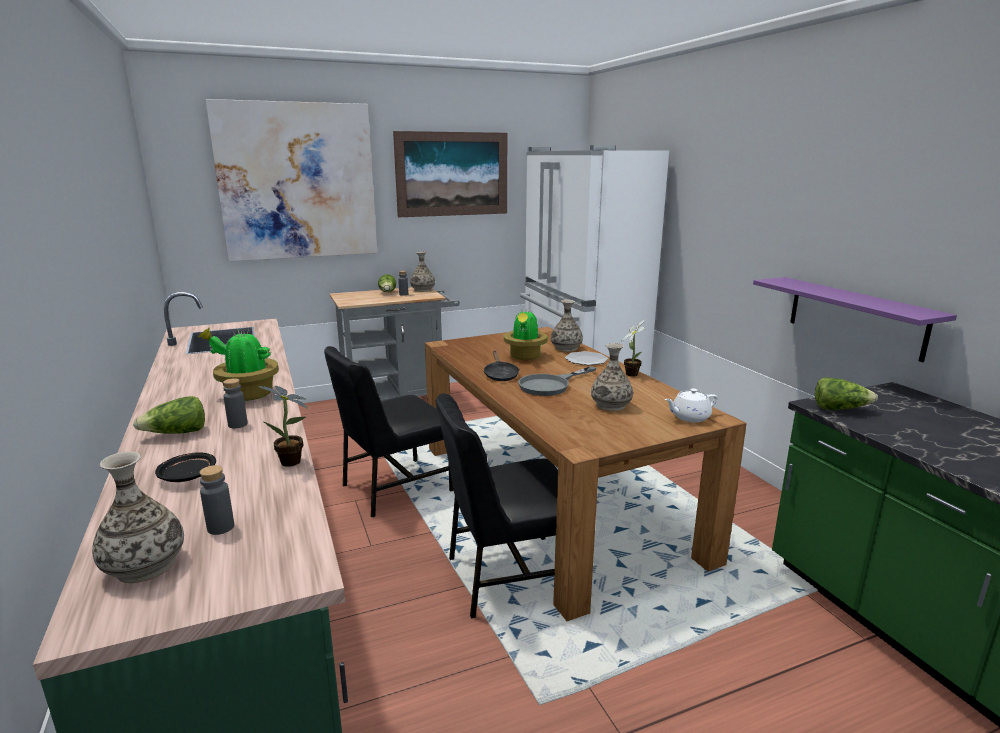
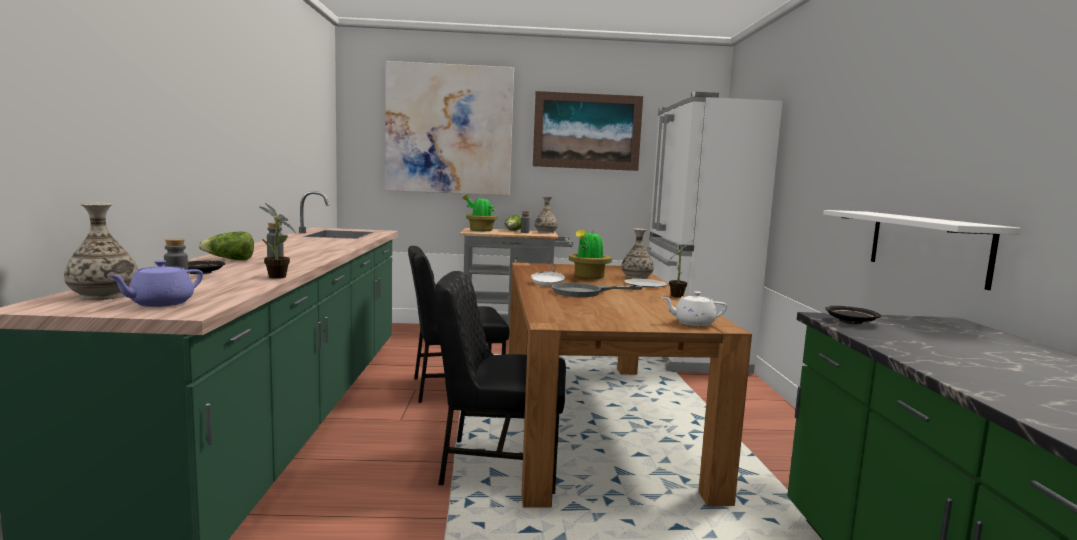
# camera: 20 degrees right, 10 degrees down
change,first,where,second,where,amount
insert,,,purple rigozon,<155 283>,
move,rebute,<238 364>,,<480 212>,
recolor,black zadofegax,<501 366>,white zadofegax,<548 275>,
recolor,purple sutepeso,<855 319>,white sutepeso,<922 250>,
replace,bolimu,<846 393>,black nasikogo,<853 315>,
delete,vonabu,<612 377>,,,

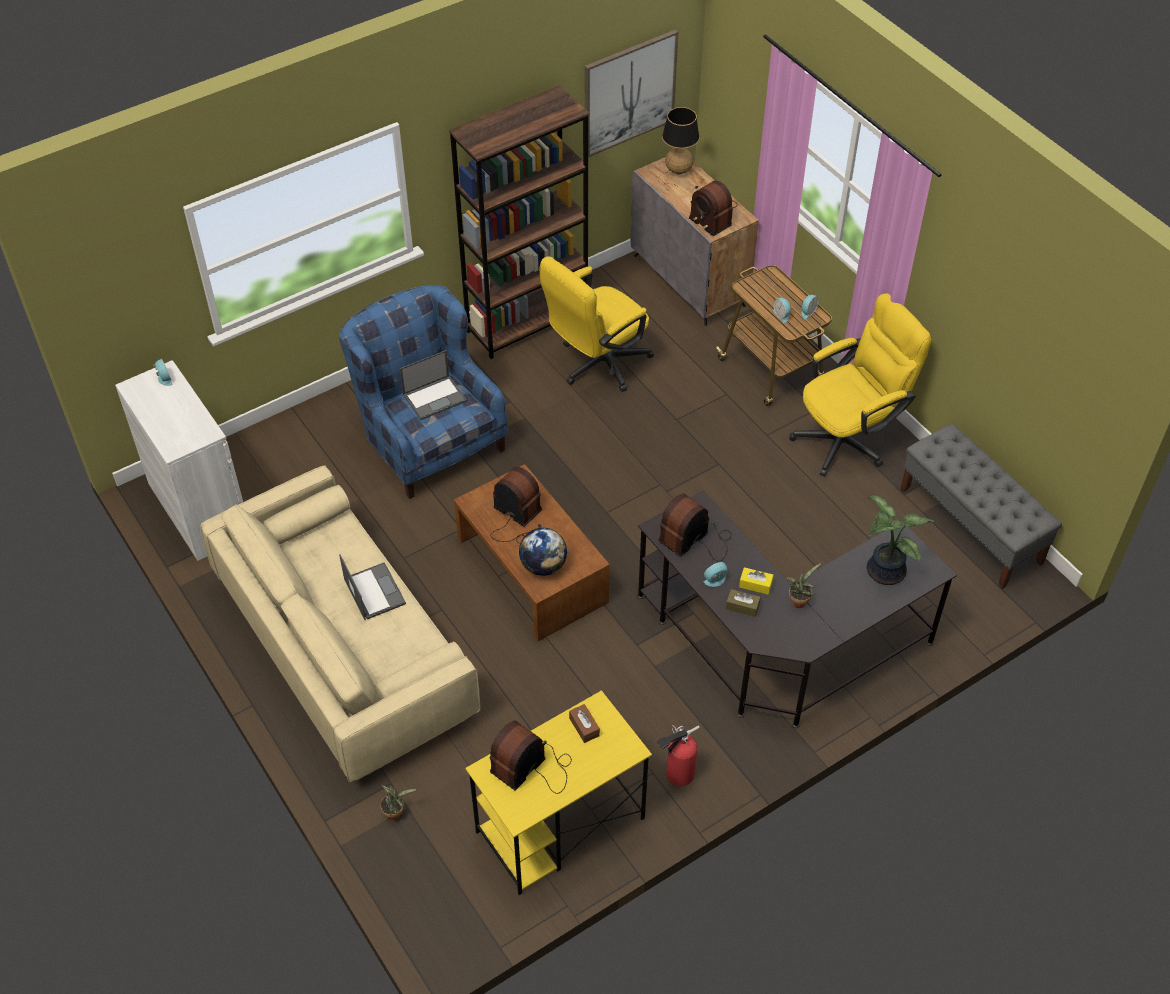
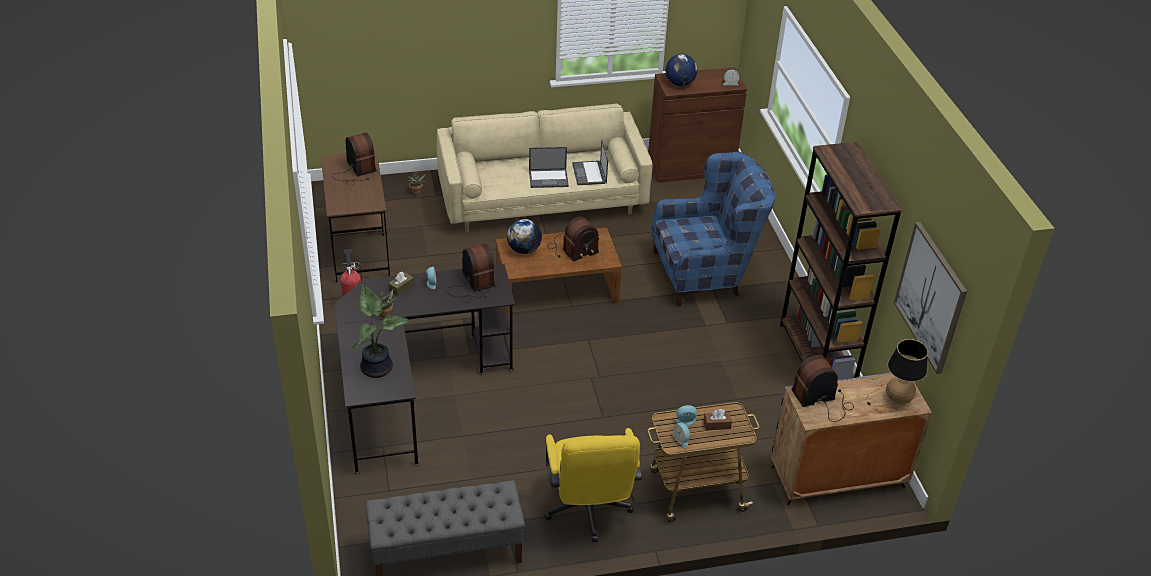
# camera: 110 degrees right, 10 degrees down
change,first,where,second,where,amount
recolor,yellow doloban,<558 792>,brown doloban,<355 216>,
move,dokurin,<433 385>,,<590 162>,
recolor,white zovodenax,<179 460>,brown zovodenax,<697 125>,
insert,,,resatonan,<681 70>,
move,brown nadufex,<584 723>,,<717 419>,
delete,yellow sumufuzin,<596 324>,,,
delete,yellow nadufex,<756 581>,,,

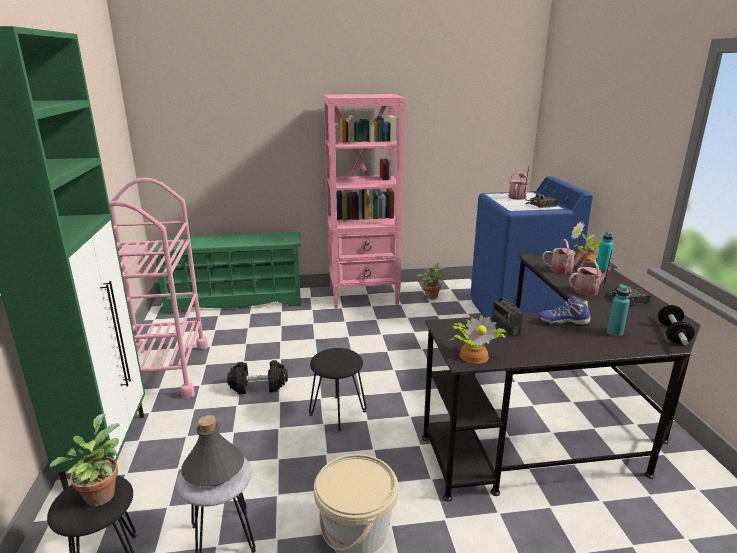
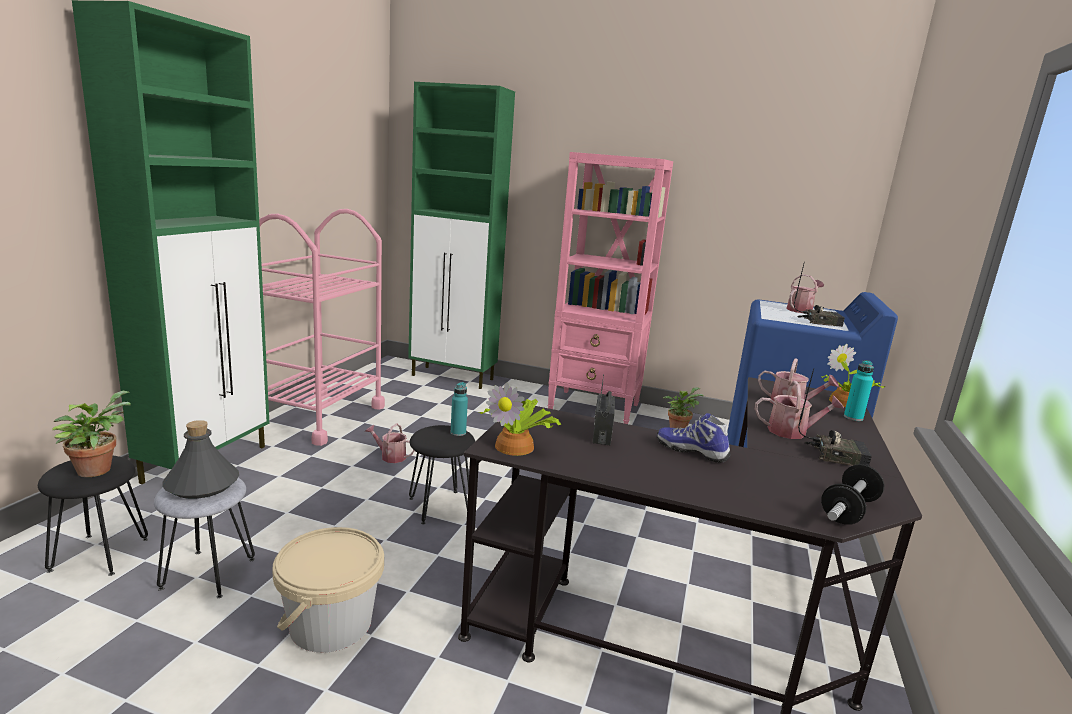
# camera: 25 degrees right, 5 degrees down
change,first,where,second,where,amount
replace,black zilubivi,<257 377>,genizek,<389 443>,
replace,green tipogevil,<226 273>,green zovodenax,<461 235>,
move,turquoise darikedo,<618 310>,,<459 409>,

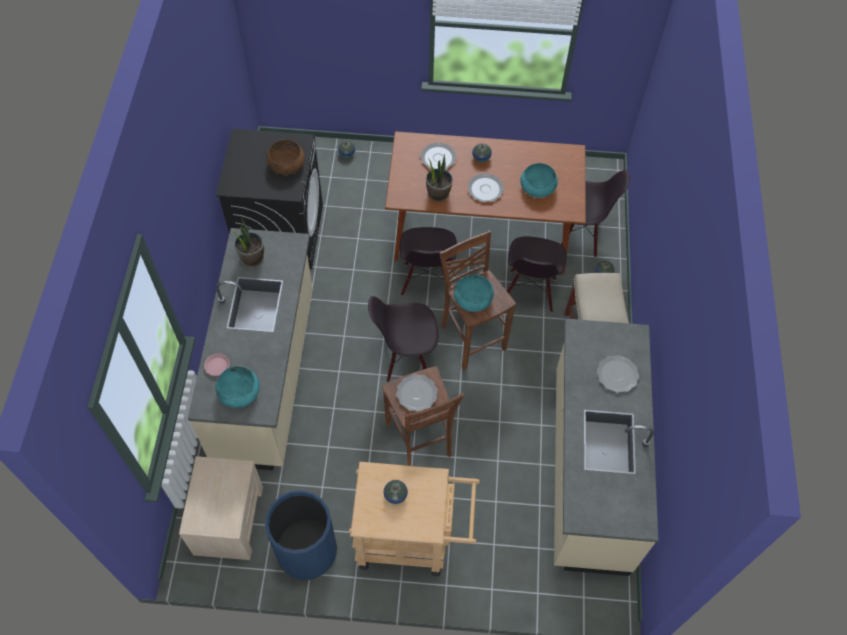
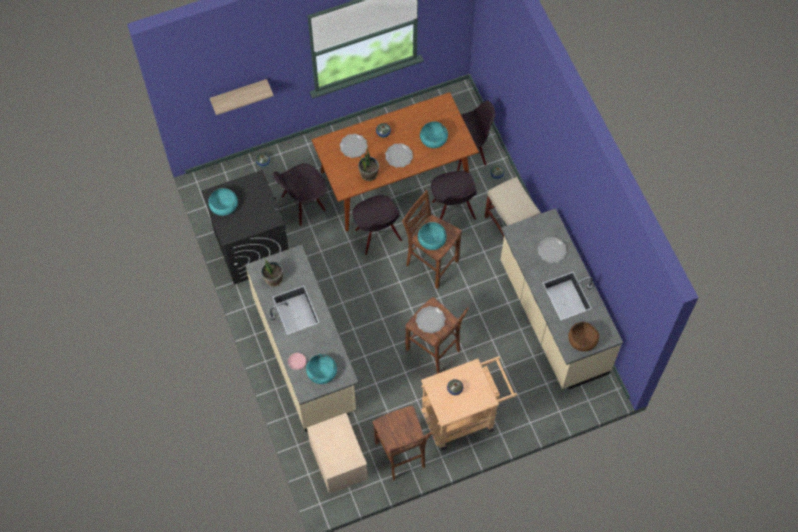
# camera: 25 degrees left, 5 degrees up
change,first,where,second,where,amount
insert,,,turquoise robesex,<223 202>,
insert,,,sutepeso,<242 97>,
move,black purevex,<403 339>,,<300 195>,
replace,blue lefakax,<301 535>,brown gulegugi,<402 443>,
move,brown robesex,<286 157>,,<583 337>,

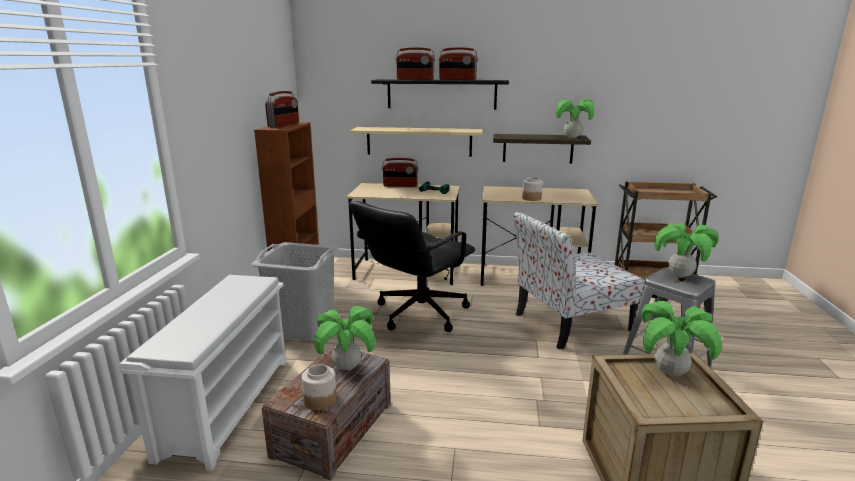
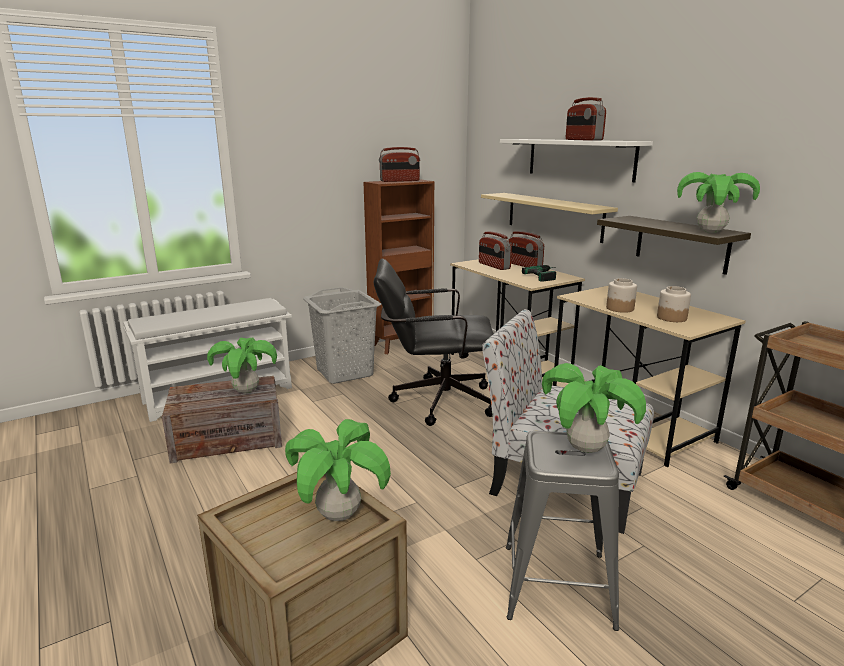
# camera: 50 degrees right, 0 degrees up
change,first,where,second,where,amount
move,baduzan,<415 64>,,<495 251>,
recolor,black sutepeso,<440 94>,white sutepeso,<576 160>,
move,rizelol,<319 387>,,<674 304>,

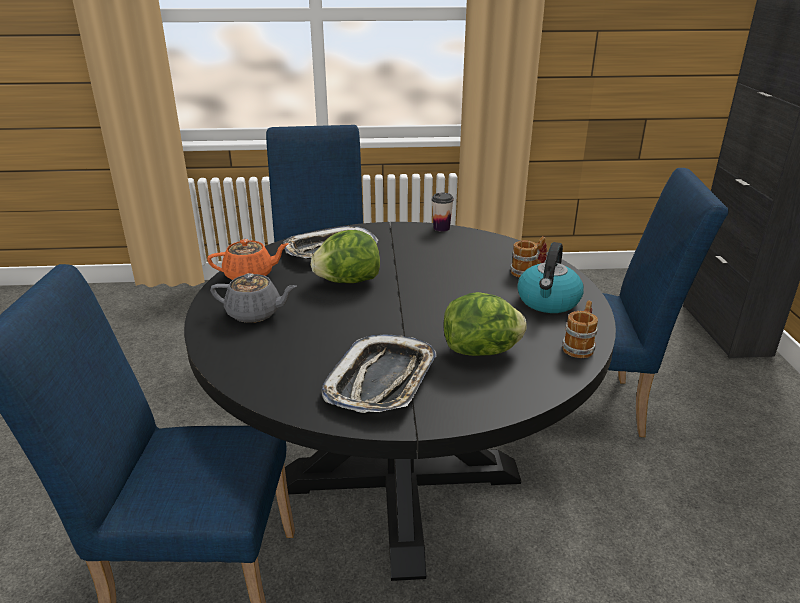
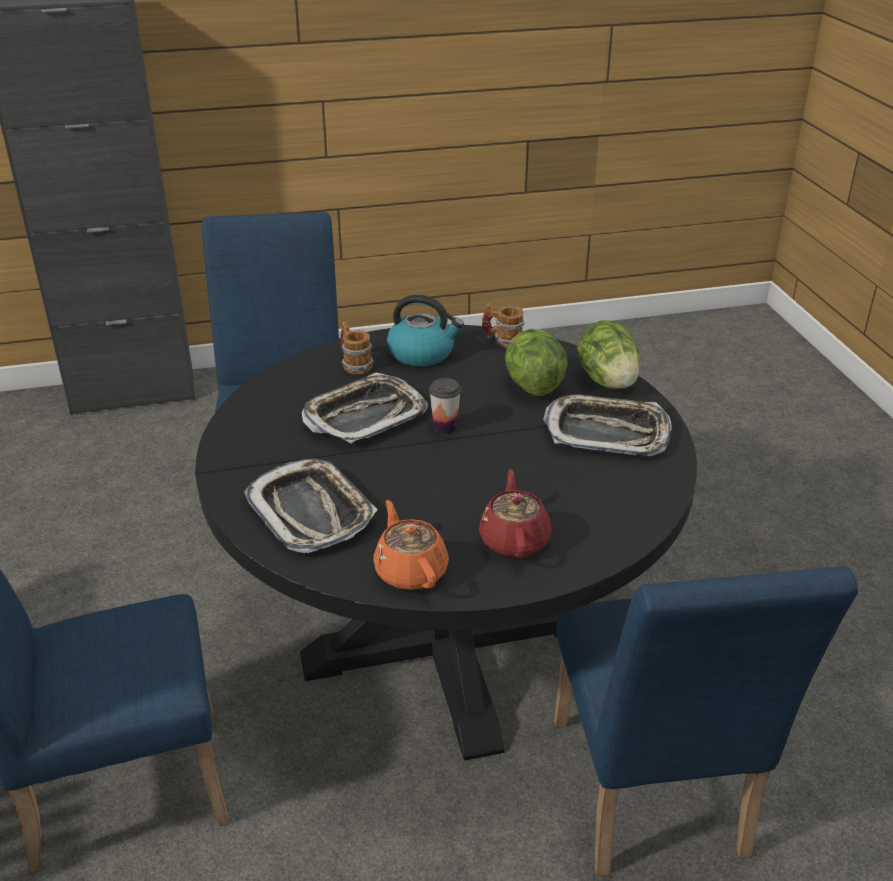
# camera: 100 degrees left, 5 degrees up
change,first,where,second,where,amount
insert,,,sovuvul,<365 407>,
move,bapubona,<443 212>,,<445 406>,
recolor,grey rigozon,<253 298>,red rigozon,<515 513>,
move,bolimu,<345 256>,,<608 354>,

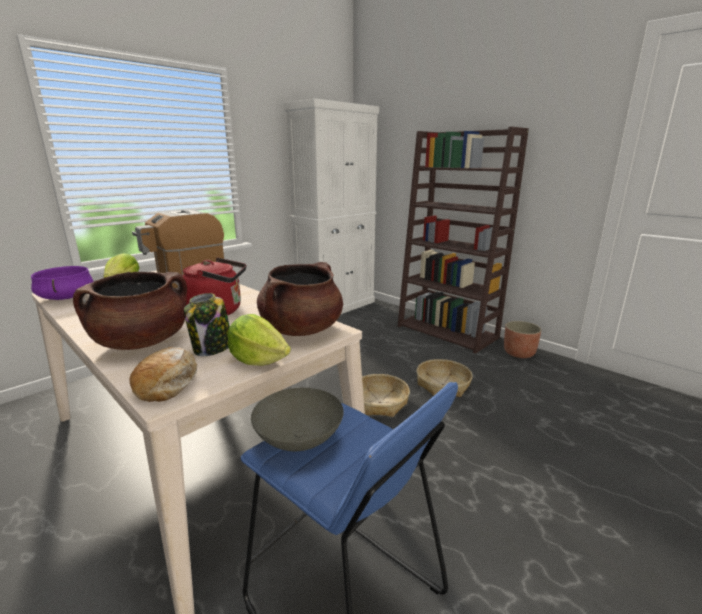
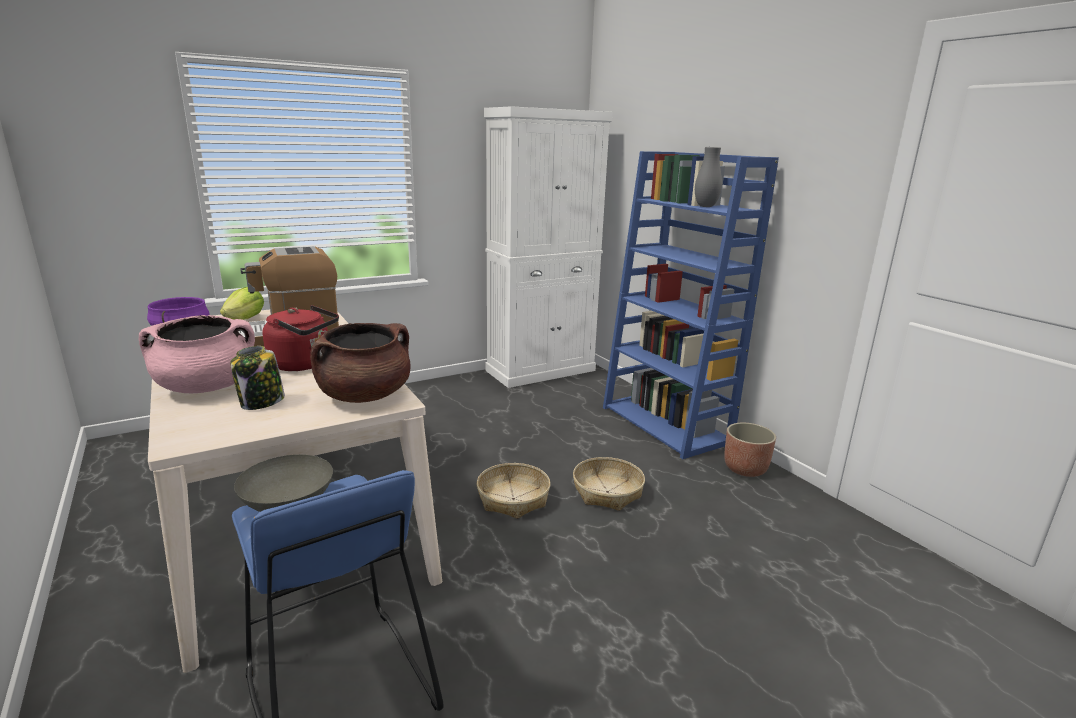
# camera: 15 degrees right, 0 degrees up
change,first,where,second,where,amount
recolor,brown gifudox,<130 311>,pink gifudox,<196 354>,
recolor,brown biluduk,<463 240>,blue biluduk,<691 305>,
insert,,,grey vonabu,<708 177>,
delete,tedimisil,<163 374>,,,
delete,bolimu,<259 340>,,,

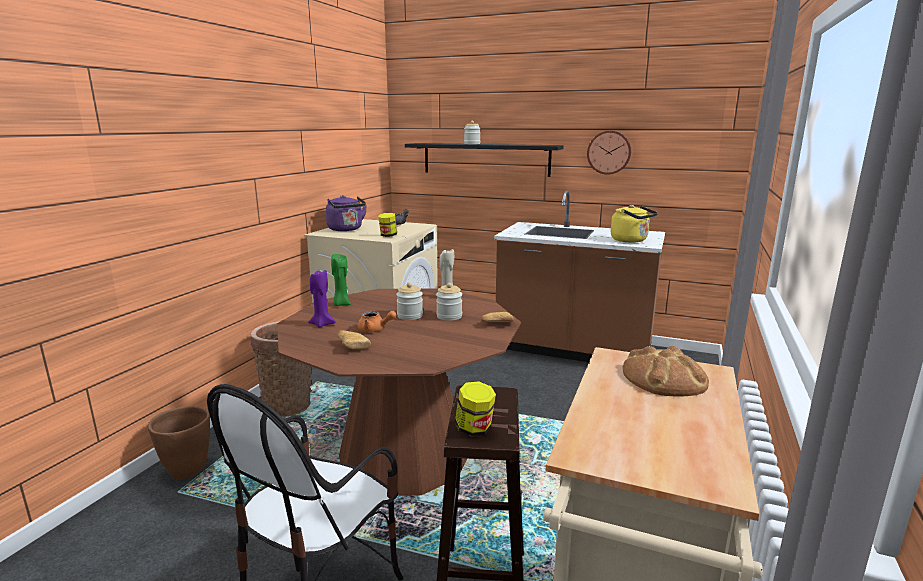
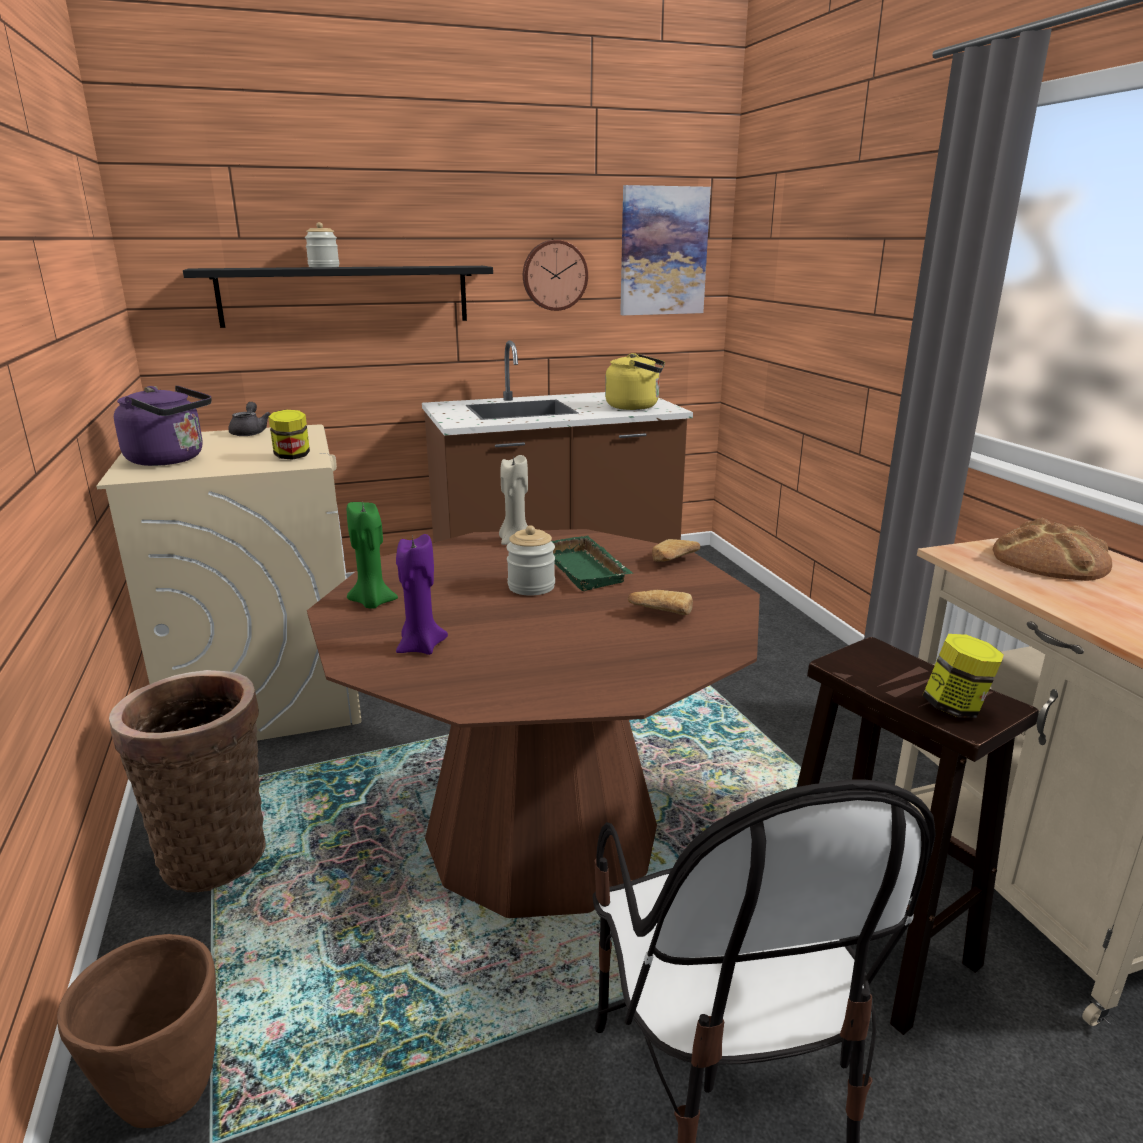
# camera: 40 degrees left, 5 degrees up
change,first,where,second,where,amount
replace,rizelol,<449 302>,green sovuvul,<592 563>,
insert,,,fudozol,<665 250>,
move,tedimisil,<354 339>,,<660 602>,
delete,orange rigozon,<377 321>,,,

